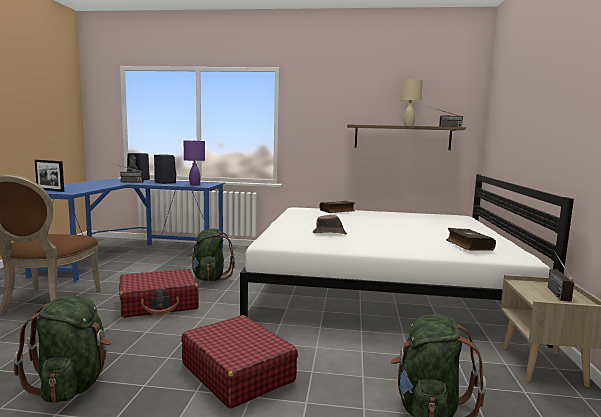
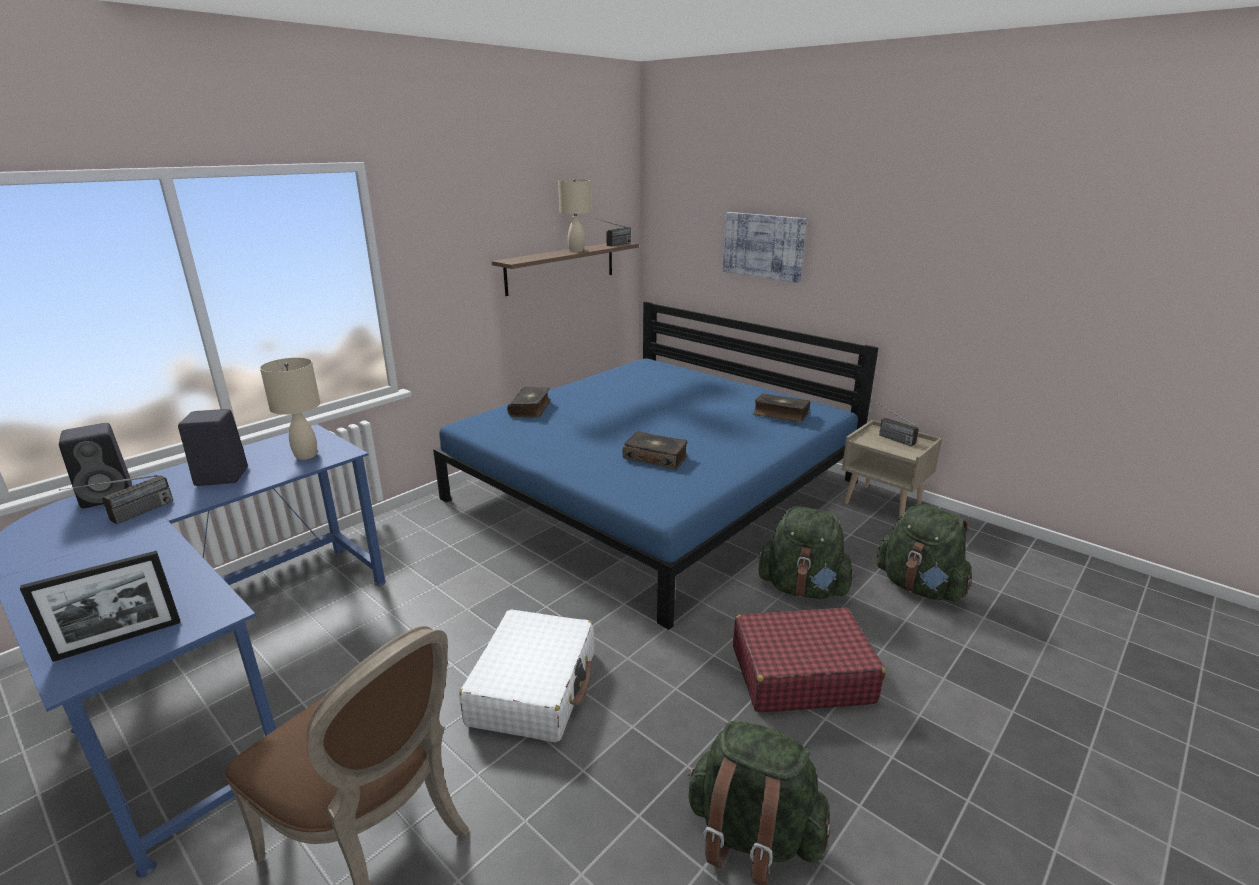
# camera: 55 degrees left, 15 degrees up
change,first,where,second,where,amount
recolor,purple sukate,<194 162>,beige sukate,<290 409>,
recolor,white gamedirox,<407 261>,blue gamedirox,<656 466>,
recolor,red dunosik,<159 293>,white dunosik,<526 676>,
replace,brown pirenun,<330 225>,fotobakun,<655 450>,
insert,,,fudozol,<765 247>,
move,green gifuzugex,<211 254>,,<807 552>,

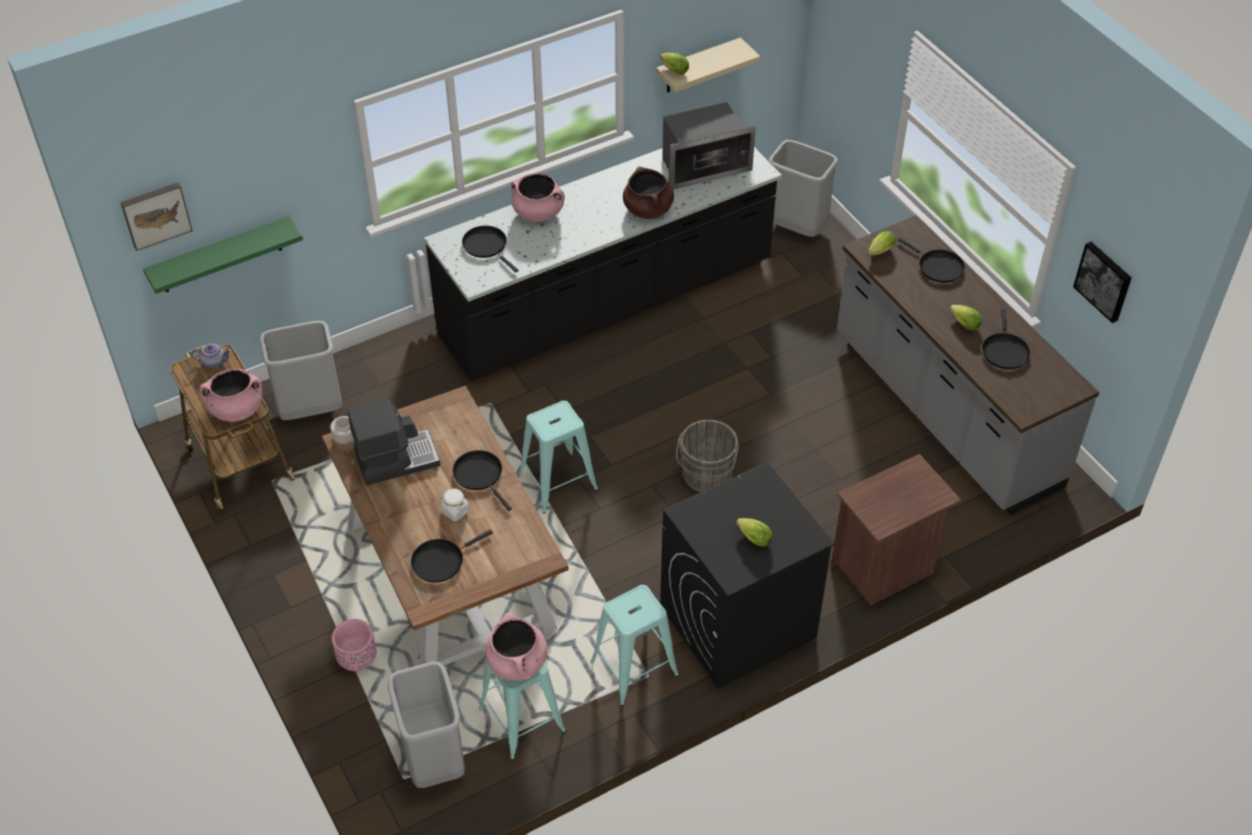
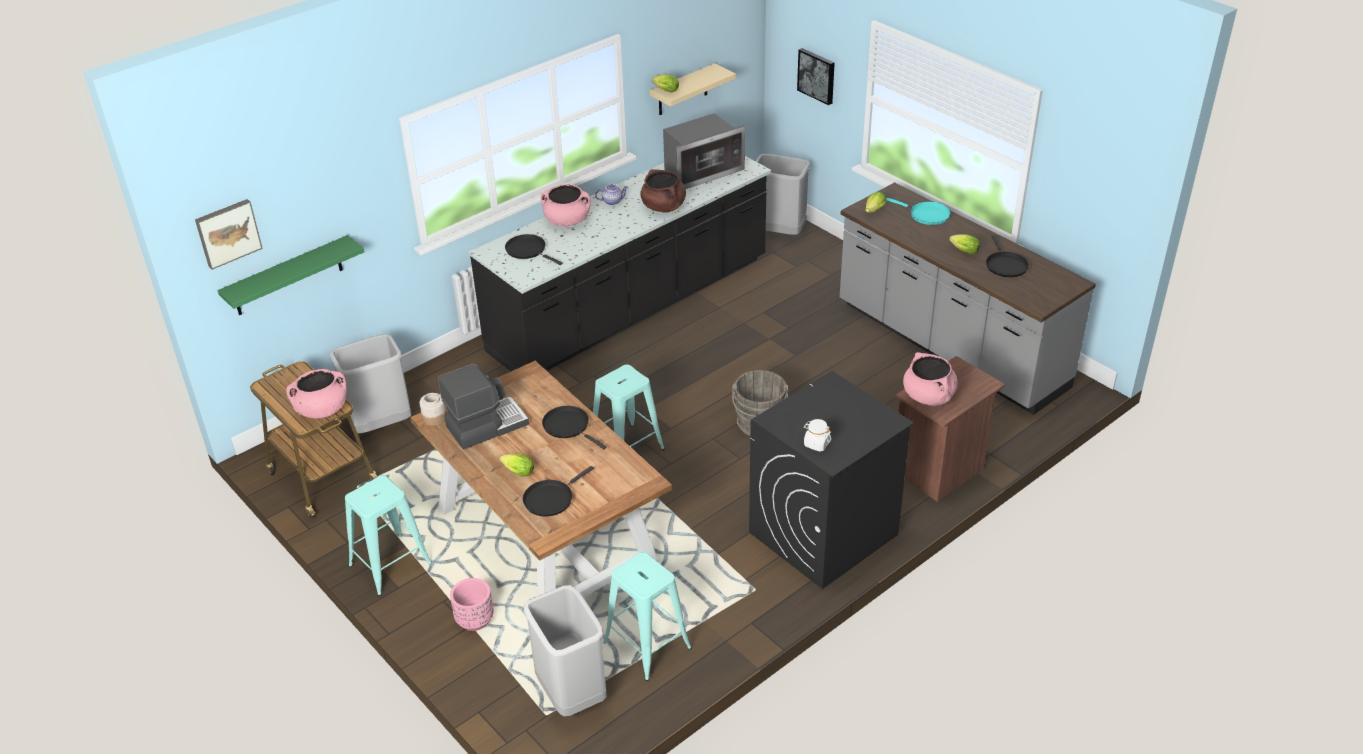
# camera: 10 degrees left, 10 degrees down
change,first,where,second,where,amount
move,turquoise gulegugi,<634 645>,,<388 535>,
move,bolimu,<754 532>,,<517 465>,
move,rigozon,<211 356>,,<611 194>,
move,fudozol,<1102 282>,,<816 76>,
move,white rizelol,<455 505>,,<817 435>,
recolor,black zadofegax,<931 260>,turquoise zadofegax,<918 211>,
move,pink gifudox,<516 647>,,<930 379>,

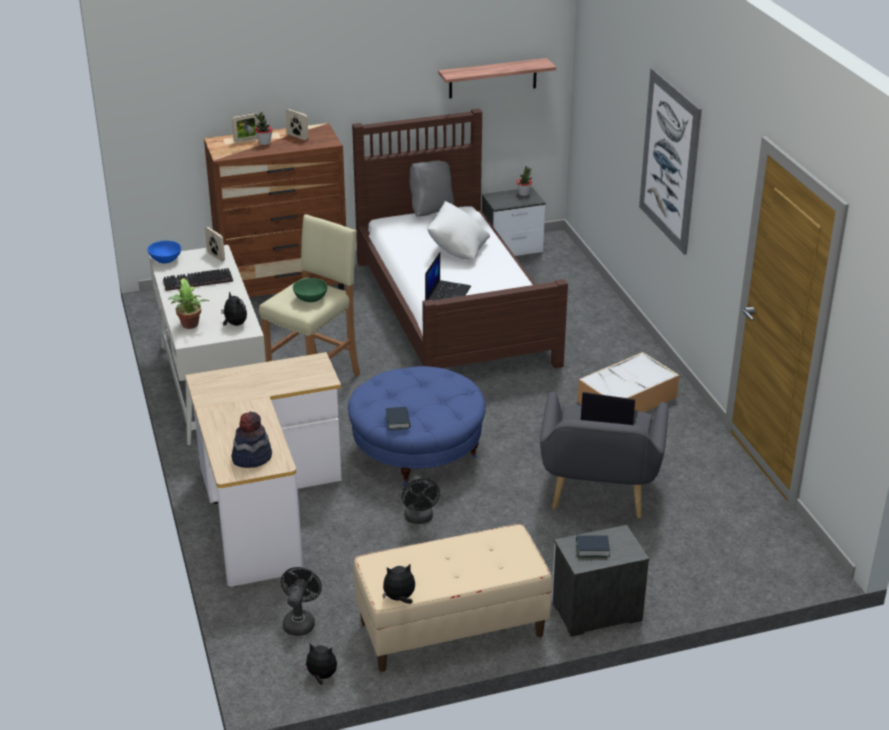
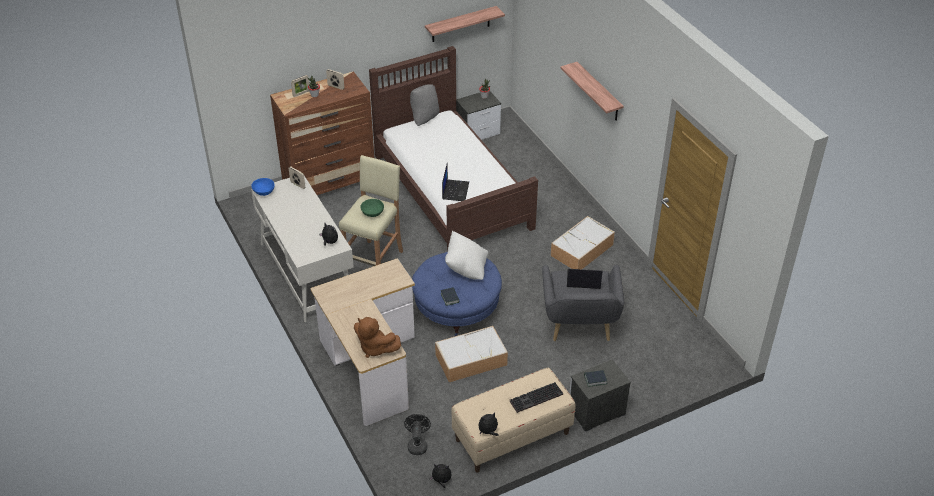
# camera: 10 degrees left, 10 degrees up
change,first,where,second,where,amount
replace,pirenun,<251 440>,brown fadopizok,<377 337>,
replace,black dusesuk,<421 499>,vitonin,<471 354>,
move,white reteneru,<458 230>,,<466 255>,
move,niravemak,<198 279>,,<536 397>,
replace,fudozol,<670 161>,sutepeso,<592 91>,
delete,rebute,<188 303>,,,

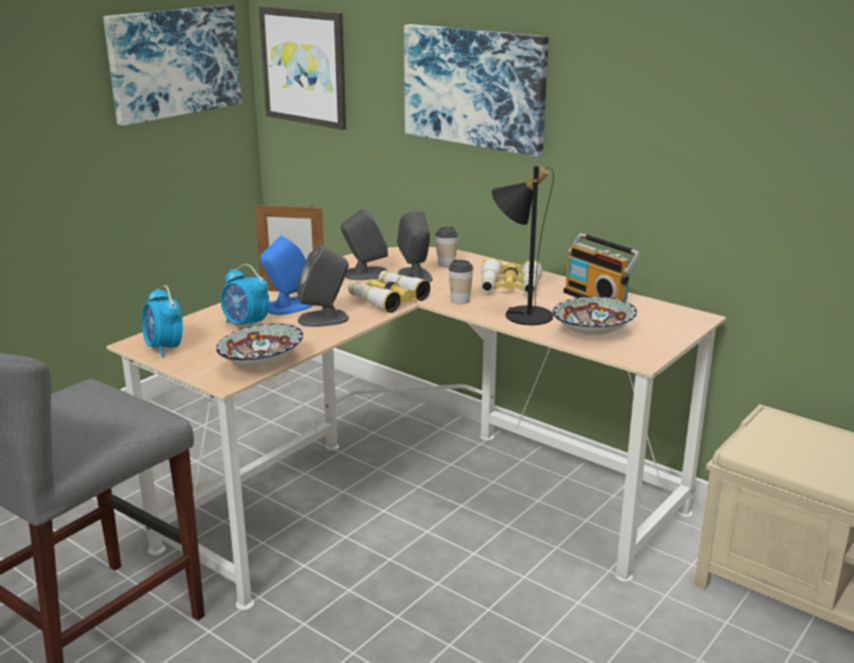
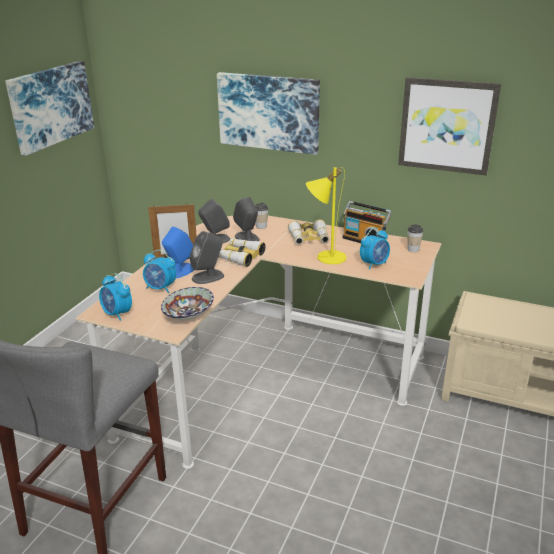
# camera: 15 degrees left, 5 degrees up
change,first,where,second,where,amount
recolor,black sukate,<522 245>,yellow sukate,<326 215>,
replace,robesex,<595 316>,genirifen,<375 249>,
move,fudozol,<302 68>,,<449 126>,
move,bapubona,<460 282>,,<415 238>,

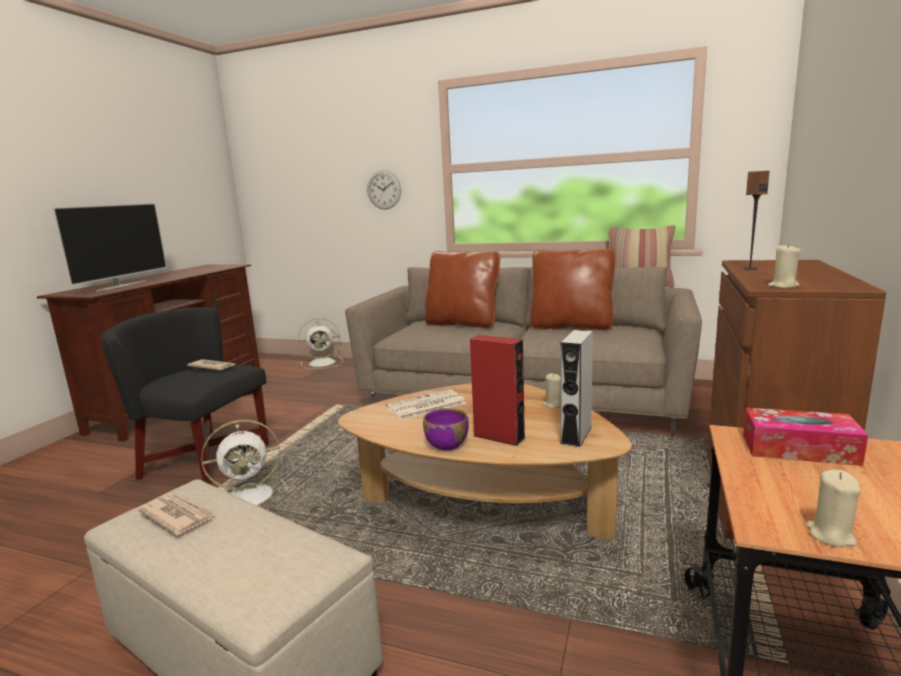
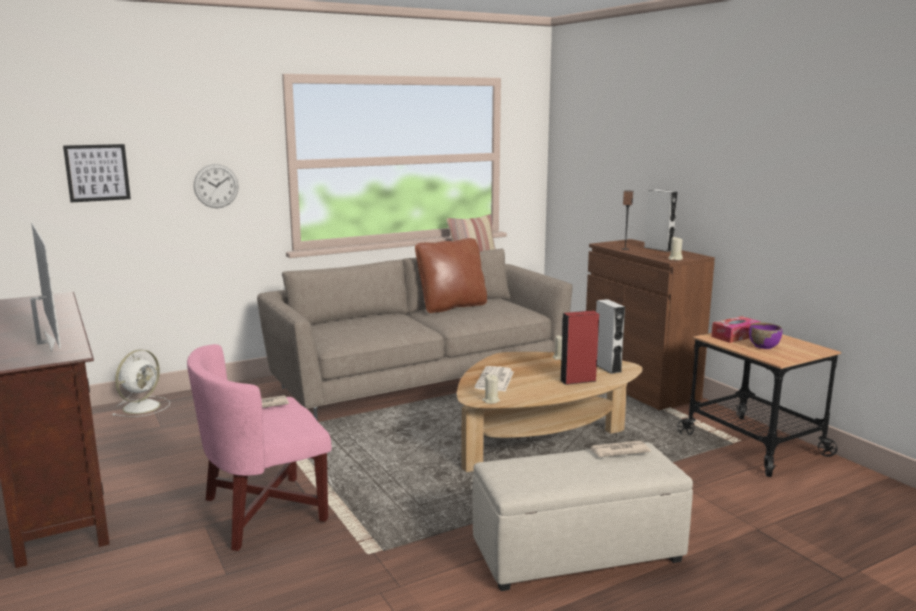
# camera: 50 degrees left, 0 degrees up
change,first,where,second,where,amount
insert,,,fudozol,<97 173>,
recolor,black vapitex,<185 396>,pink vapitex,<259 447>,
move,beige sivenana,<833 508>,,<491 389>,
move,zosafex,<177 514>,,<621 449>,
insert,,,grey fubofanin,<661 220>,
move,purple robesex,<446 429>,,<765 335>,
delete,white dusesuk,<244 462>,,,
delete,brown reteneru,<462 289>,,,

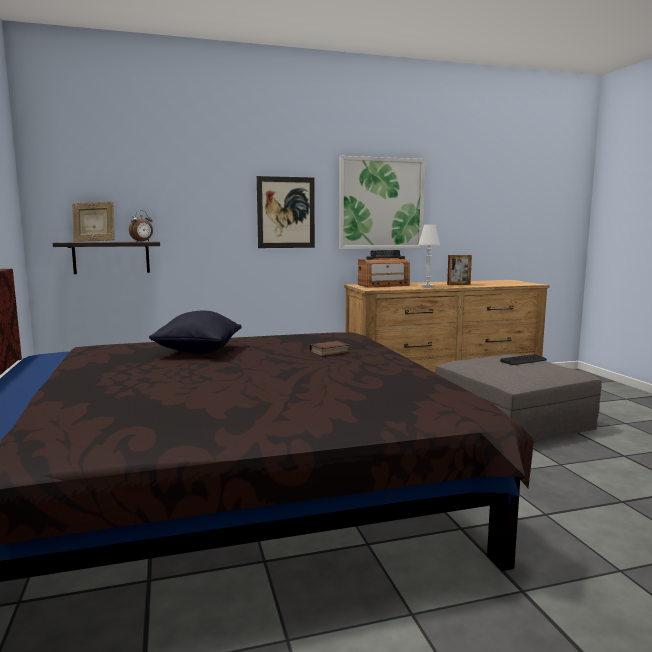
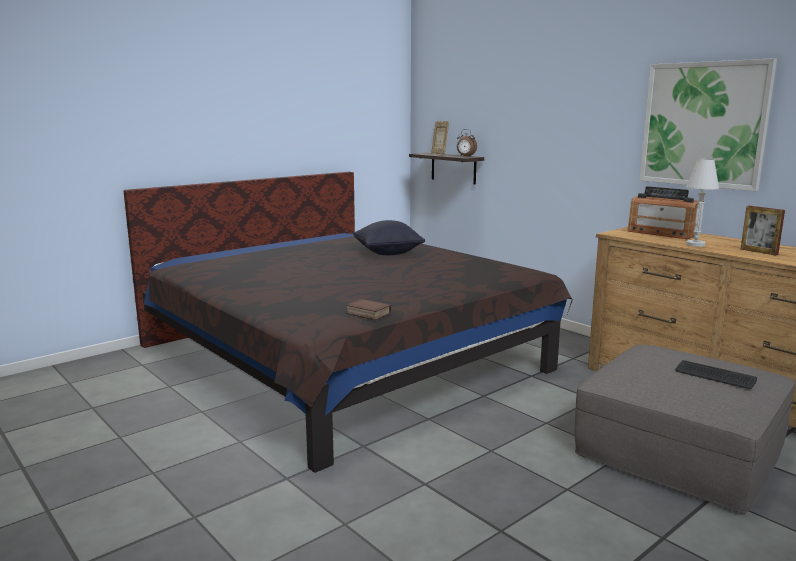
# camera: 65 degrees right, 5 degrees up
change,first,where,second,where,amount
move,fotobakun,<330 349>,,<368 309>,
delete,fudozol,<286 212>,,,

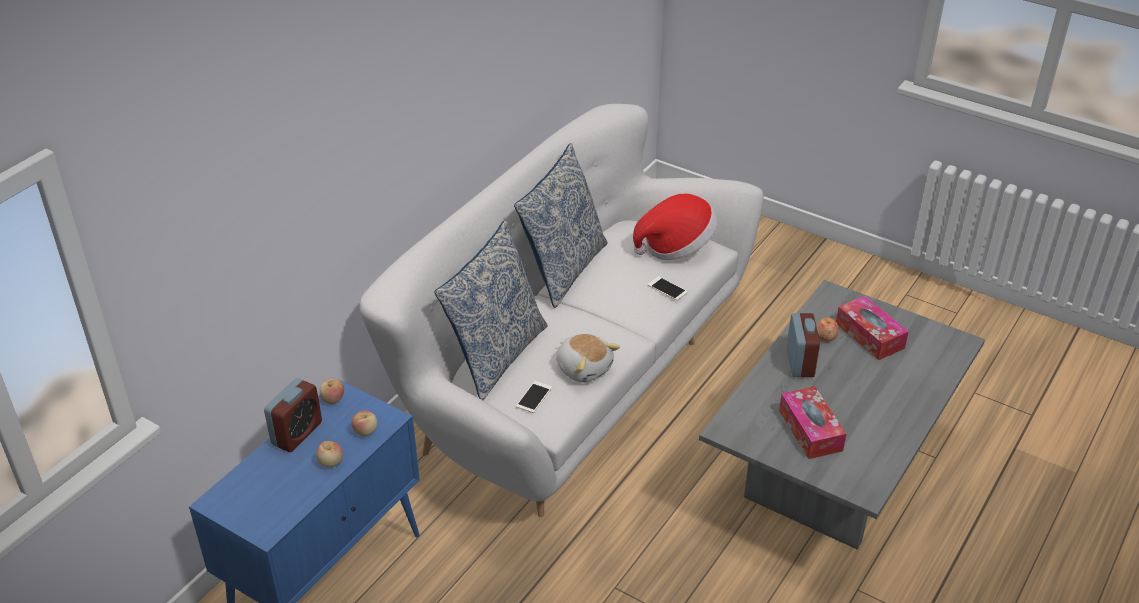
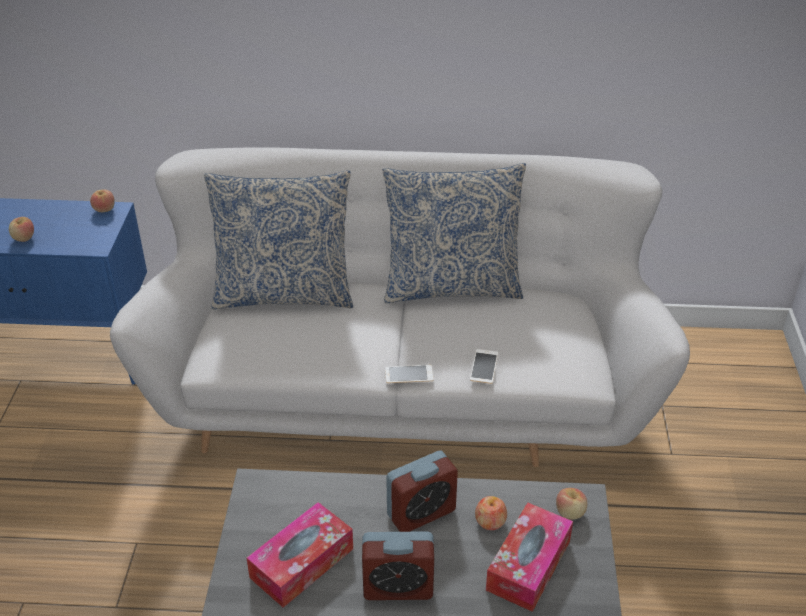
# camera: 60 degrees right, 0 degrees up
change,first,where,second,where,amount
move,genirifen,<293 415>,,<398 565>,
move,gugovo,<534 397>,,<409 374>,
move,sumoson,<364 423>,,<571 504>,
delete,fadopizok,<588 358>,,,
delete,pirenun,<675 227>,,,

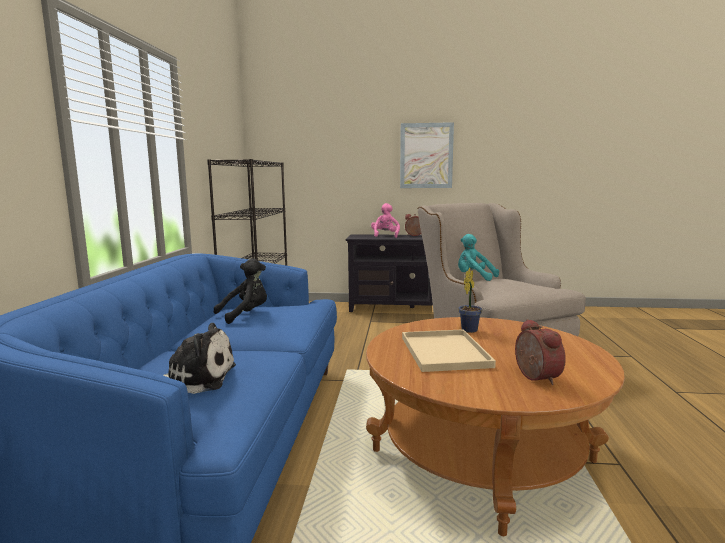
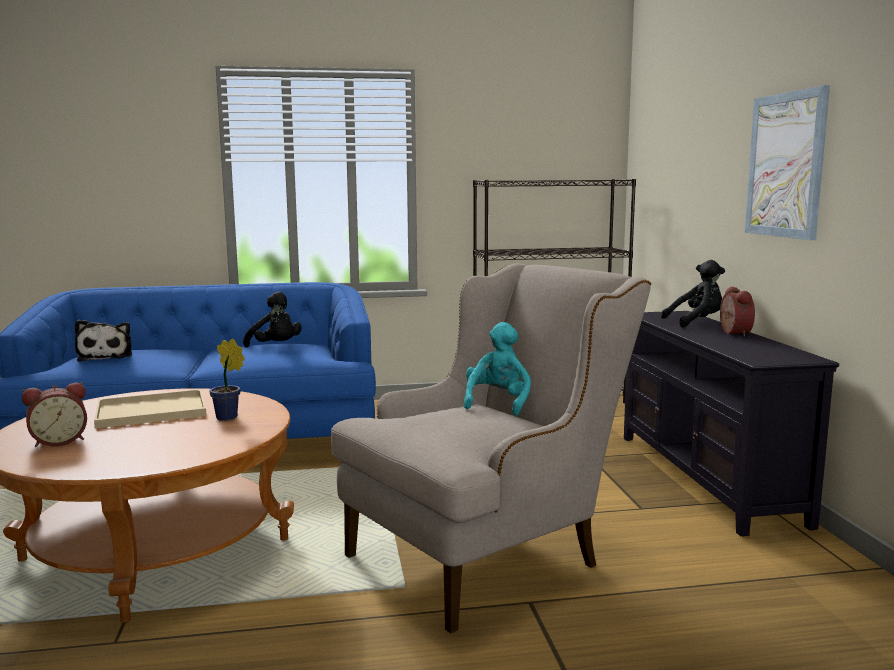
# camera: 75 degrees right, 0 degrees up
change,first,where,second,where,amount
recolor,pink fadopizok,<385 220>,black fadopizok,<693 294>,

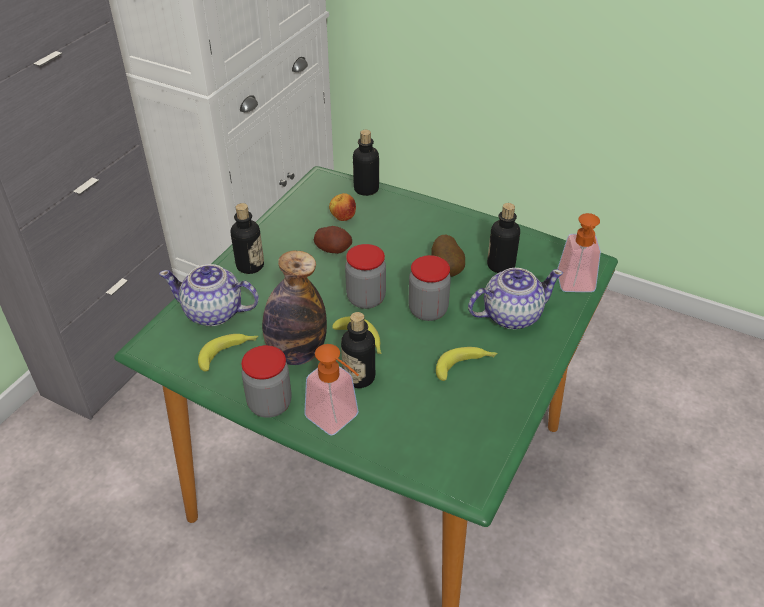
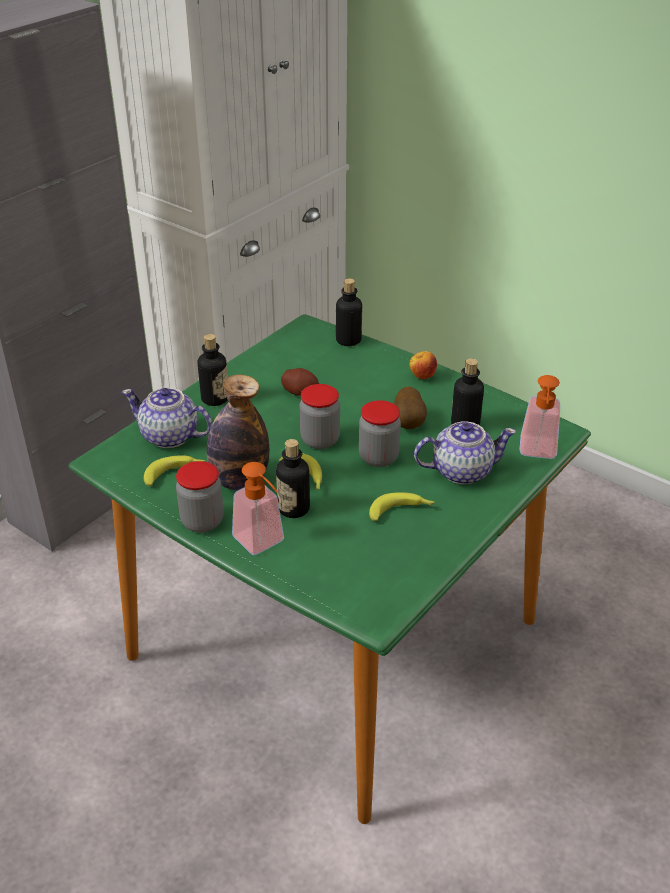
# camera: 10 degrees right, 5 degrees down
change,first,where,second,where,amount
move,sumoson,<342 207>,,<423 365>,

